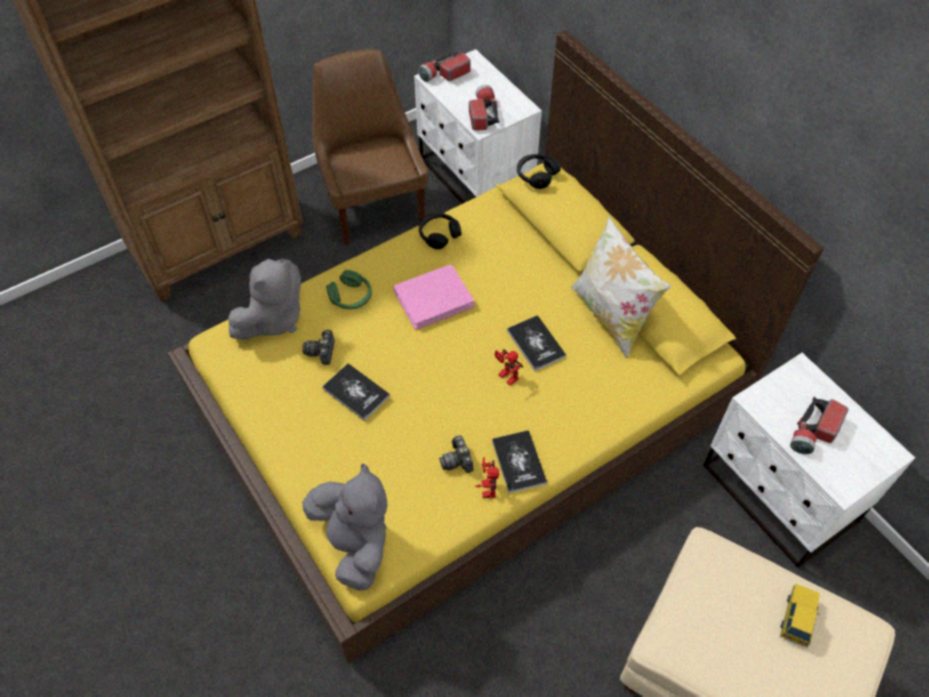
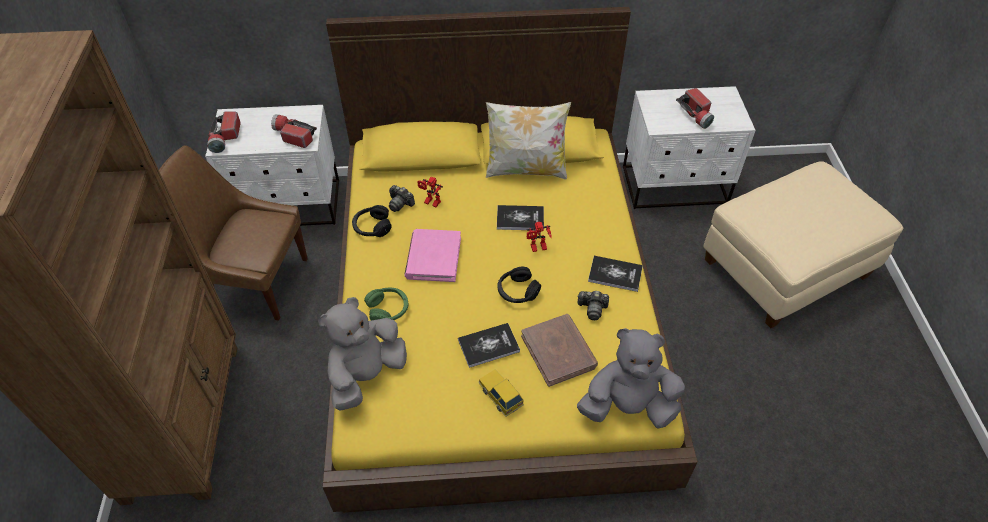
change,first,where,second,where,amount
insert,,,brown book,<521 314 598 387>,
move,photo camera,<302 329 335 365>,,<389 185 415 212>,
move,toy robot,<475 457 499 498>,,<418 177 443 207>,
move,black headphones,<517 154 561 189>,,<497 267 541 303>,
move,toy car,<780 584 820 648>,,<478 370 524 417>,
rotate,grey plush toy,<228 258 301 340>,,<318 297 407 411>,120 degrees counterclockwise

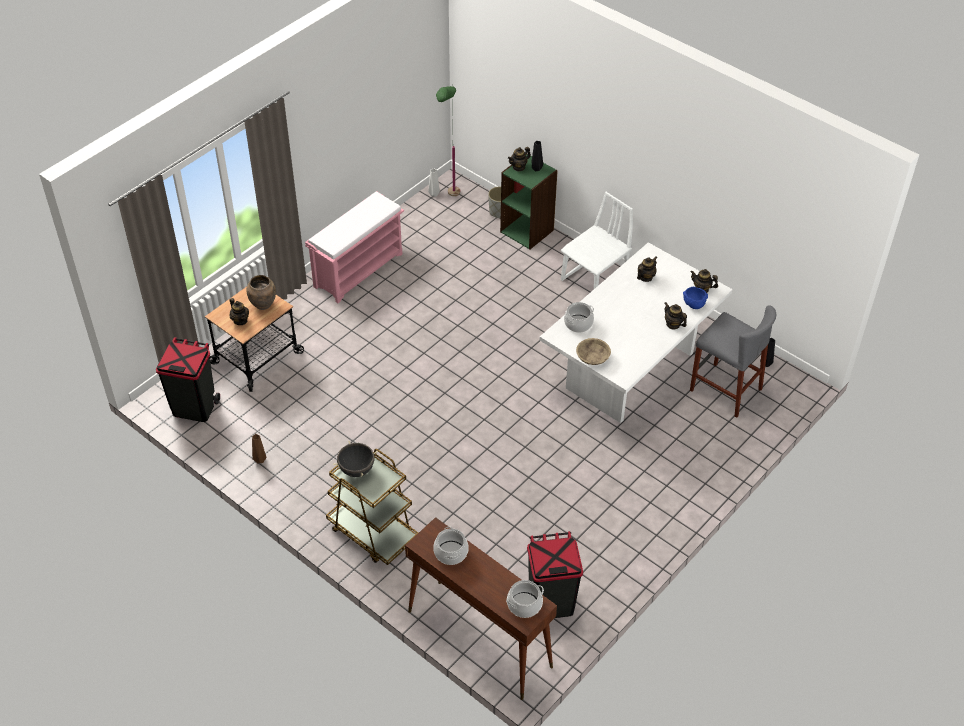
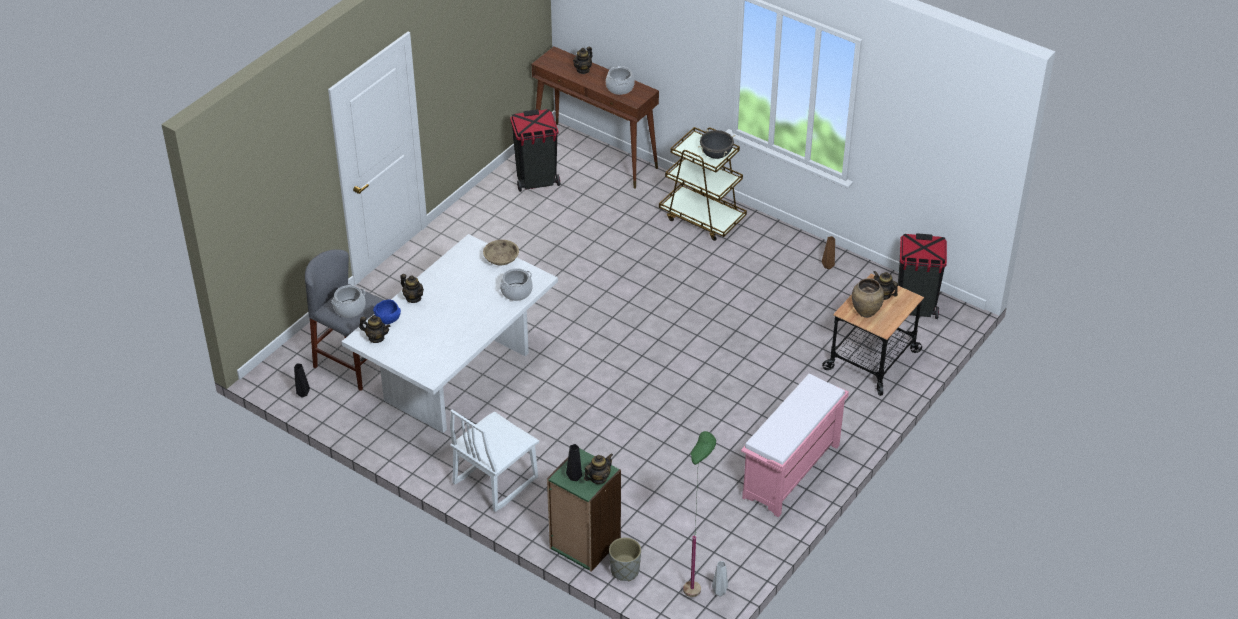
change,first,where,second,where,amount
move,cooking pot,<506 580 544 618>,,<331 285 366 318>,
move,teapot,<637 256 657 282>,,<573 47 593 74>,

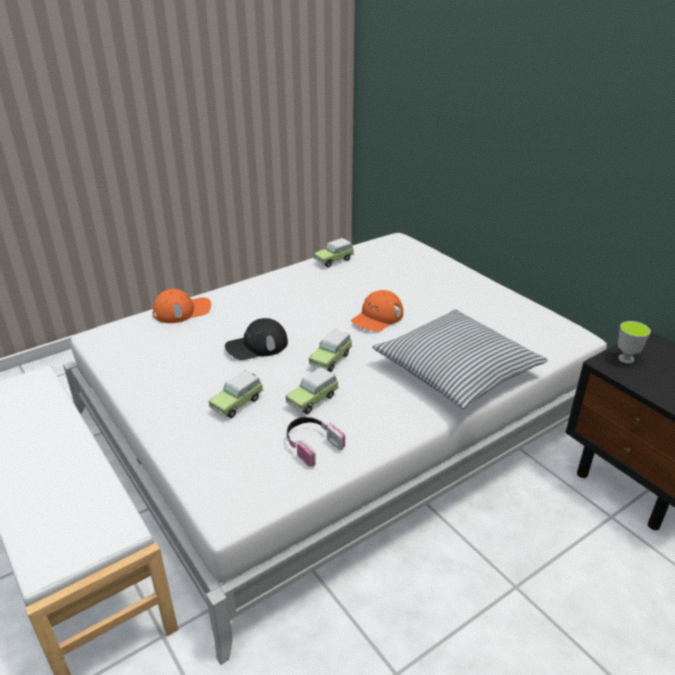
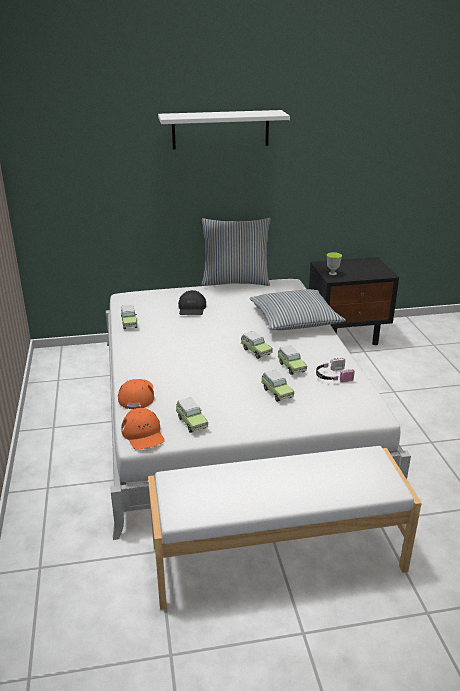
change,first,where,second,where,amount
insert,,,white shelf,<158 110 290 149>,
insert,,,toy car,<176 397 208 433>,
insert,,,pillow,<202 218 271 286>,
move,black cap,<225 318 288 360>,,<178 290 206 315>,
move,orange cap,<351 290 403 332>,,<121 408 165 450>,

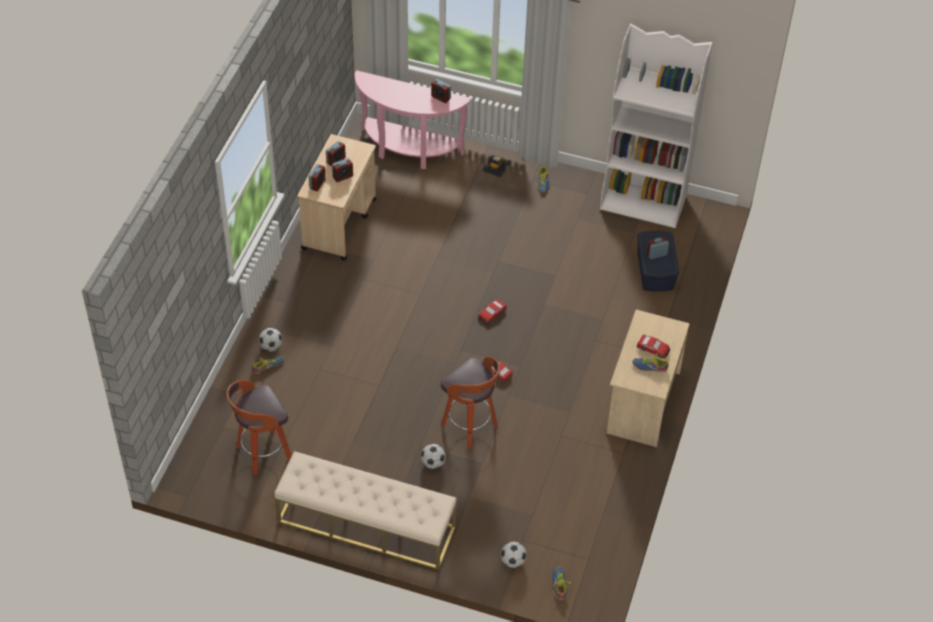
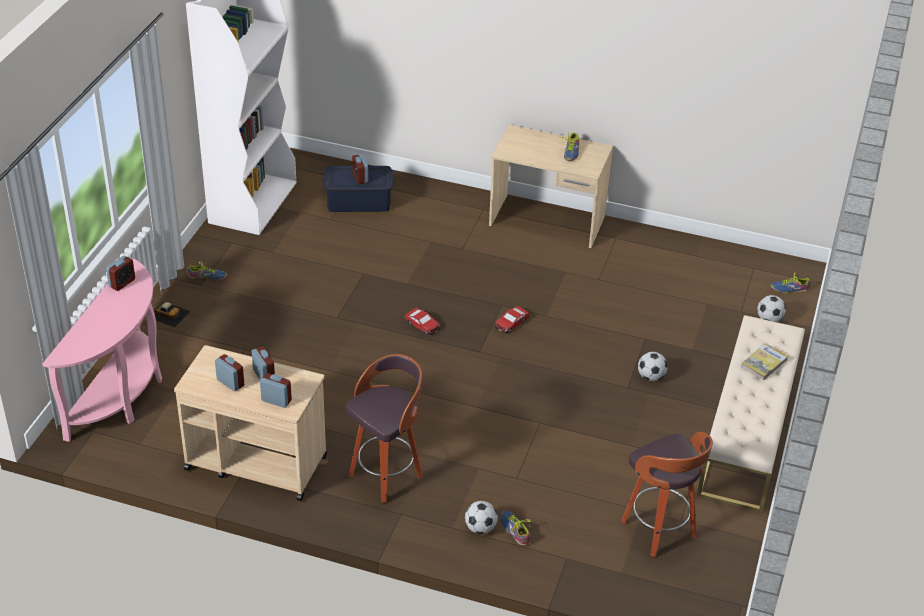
change,first,where,second,where,amount
delete,toy car,<637 334 670 358>,,,
insert,,,book,<741 343 788 380>,
move,stool,<441 357 500 449>,,<345 354 422 503>,

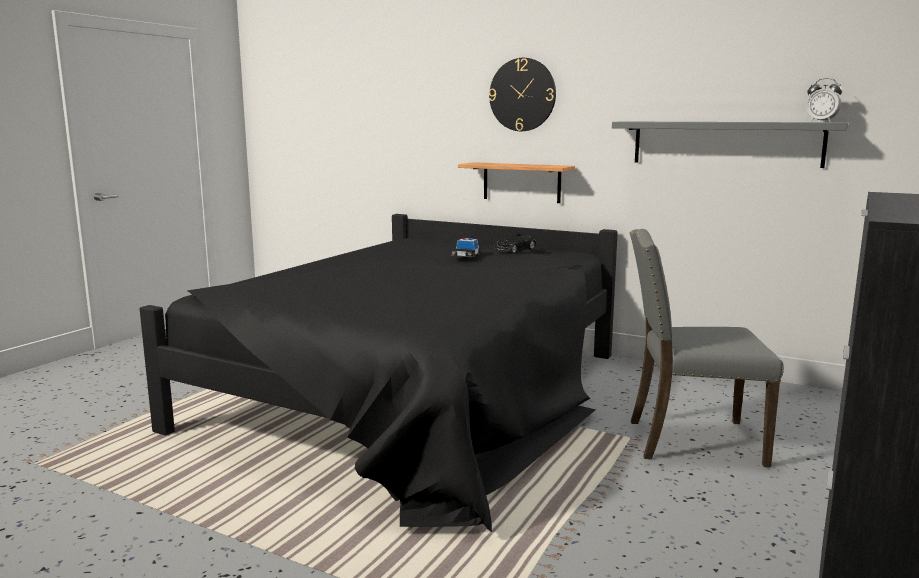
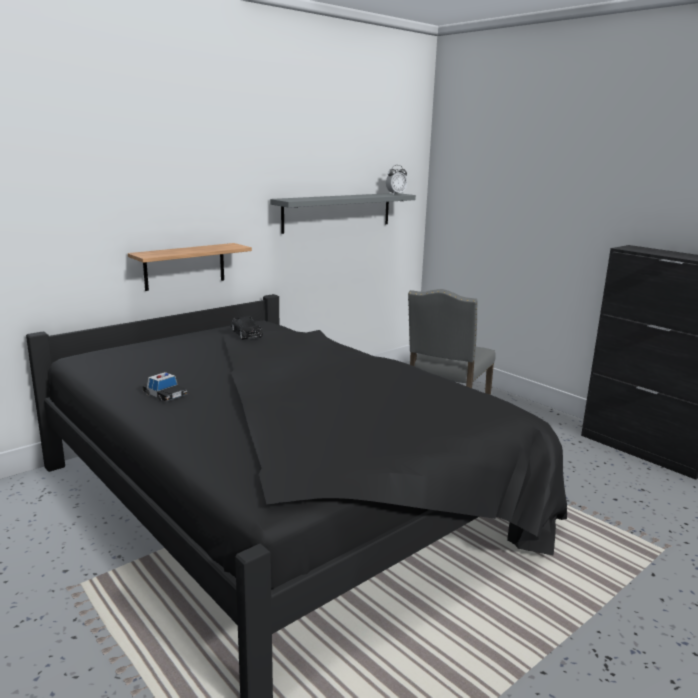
change,first,where,second,where,amount
delete,wall clock,<489 58 556 131>,,,
move,toy car,<451 238 482 257>,,<142 372 188 402>,

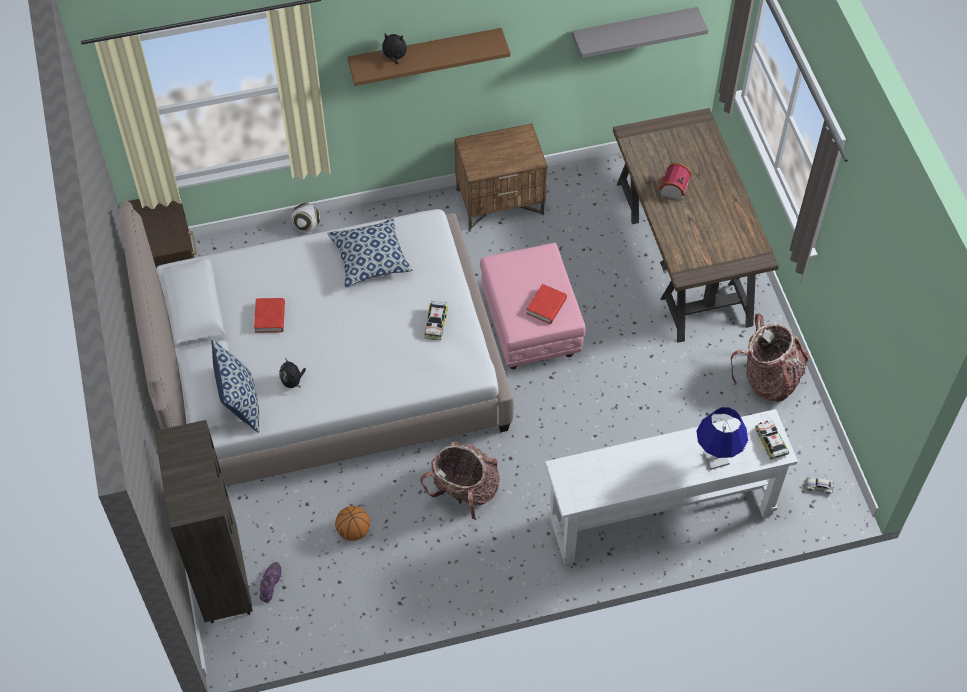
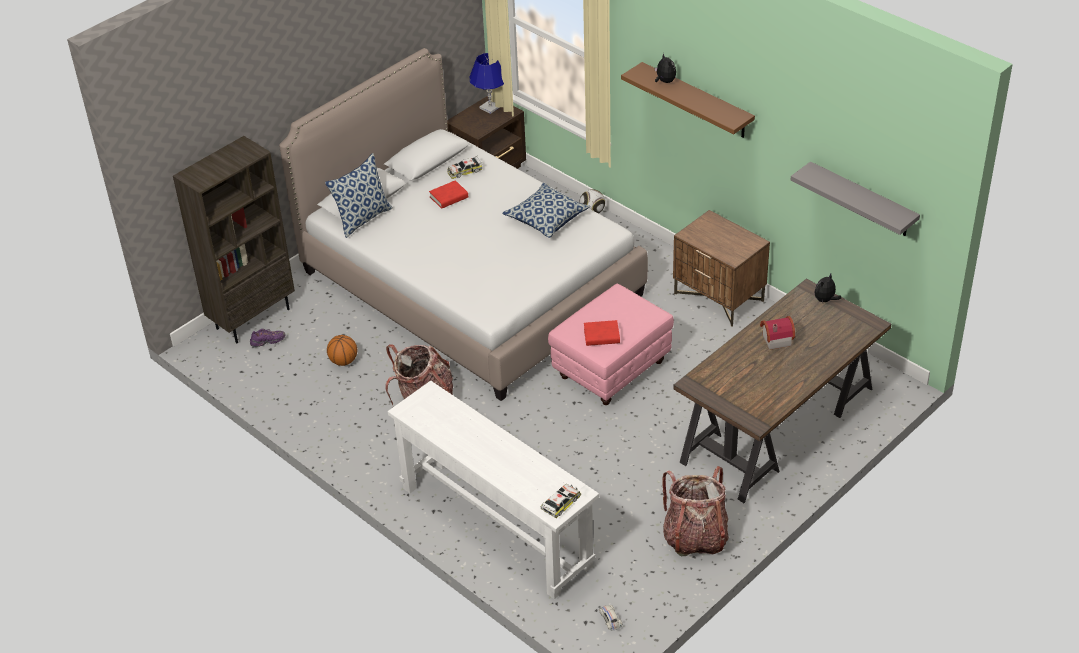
change,first,where,second,where,amount
move,plush toy,<279 358 306 388>,,<815 274 841 303>,
move,toy car,<424 301 448 340>,,<447 156 482 179>,
move,blue table lamp,<697 407 748 470>,,<470 53 504 114>,

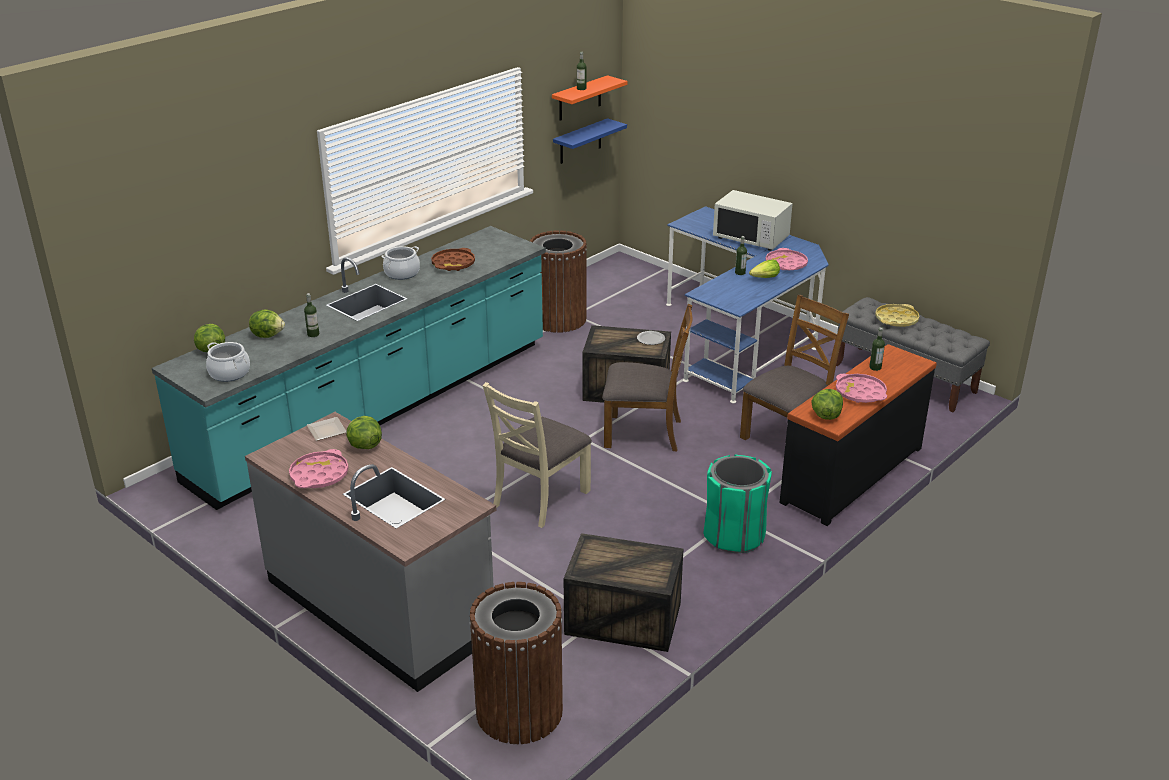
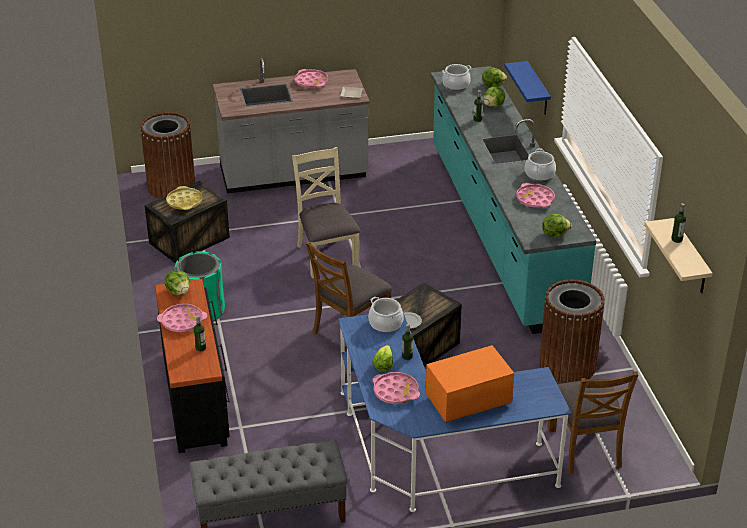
change,first,where,second,where,amount
insert,,,cooking pot,<368 297 404 333>,
move,lettuce,<346 416 382 449>,,<542 214 571 237>,
move,blue shelf,<553 118 627 164>,,<504 61 551 115>,
move,brown chair,<740 295 849 440>,,<548 371 638 475>,
move,yellow tray,<875 304 919 327>,,<166 186 203 210>,
recolor,brown tray,<431 248 475 271>,pink tray,<516 183 555 208>,
recolor,orange shelf,<552 75 627 121>,beige shelf,<644 218 713 293>,
recolor,white microwave,<713 190 793 251>,orange microwave,<426 345 514 422>,

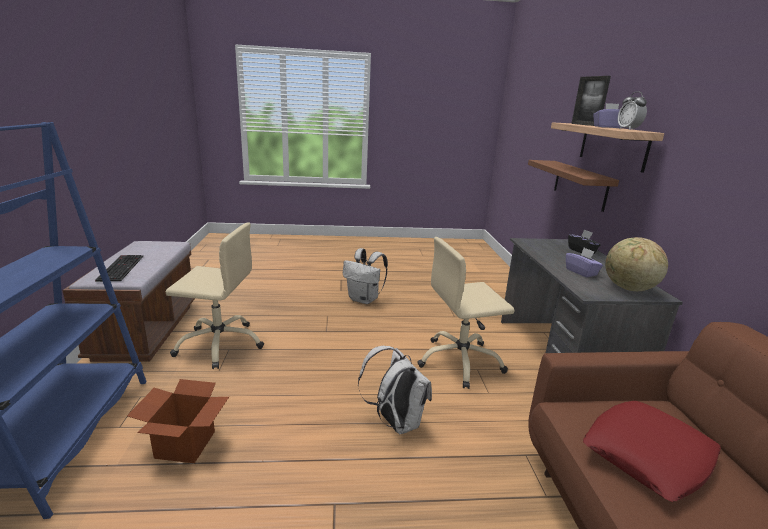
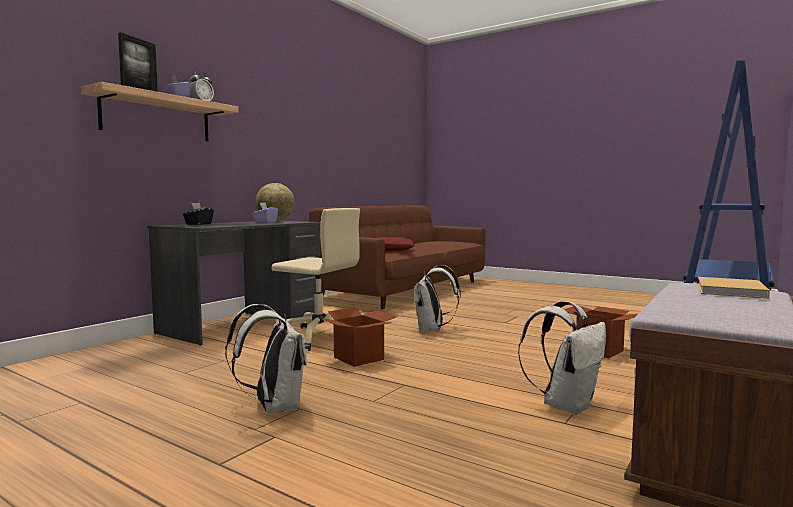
change,first,where,second,where,amount
delete,brown shelf,<528 160 619 212>,,,
insert,,,cardboard box,<319 307 397 367>,
replace,keyboard,<95 255 143 282>,beige book,<698 277 770 299>,
replace,beige office chair,<166 222 264 369>,white backpack,<518 301 606 415>,

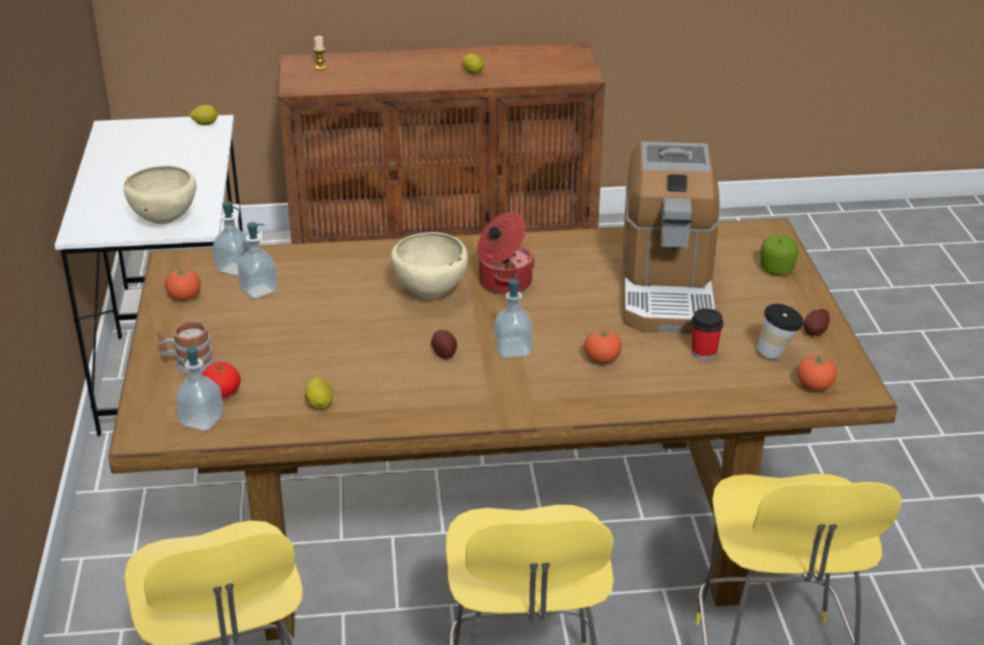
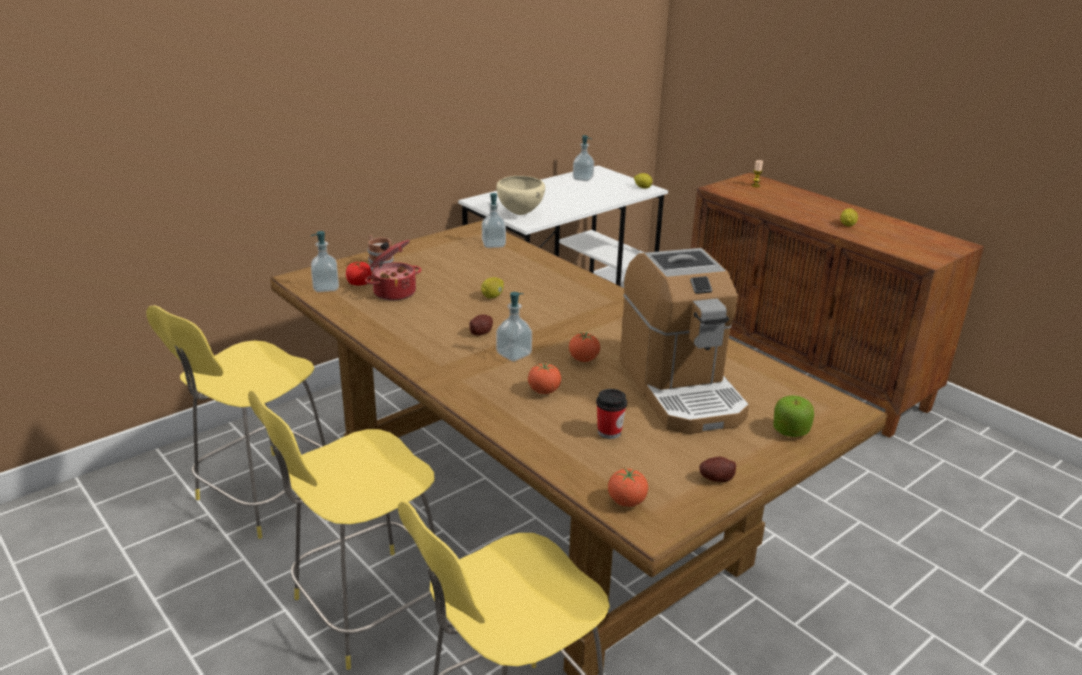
change,first,where,second,where,amount
delete,beige bowl,<391 232 468 299>,,,
delete,cup,<757 304 804 359>,,,
move,tomato,<165 268 201 301>,,<569 332 600 362>,
move,soap dispenser,<237 222 278 299>,,<573 135 594 181>,
move,lemon,<305 377 333 409>,,<481 277 504 298>,
move,cooking pot,<477 212 535 294>,,<365 240 422 301>,
rotate,coffee machine,<623 141 720 334>,,<620 248 749 434>,75 degrees counterclockwise

